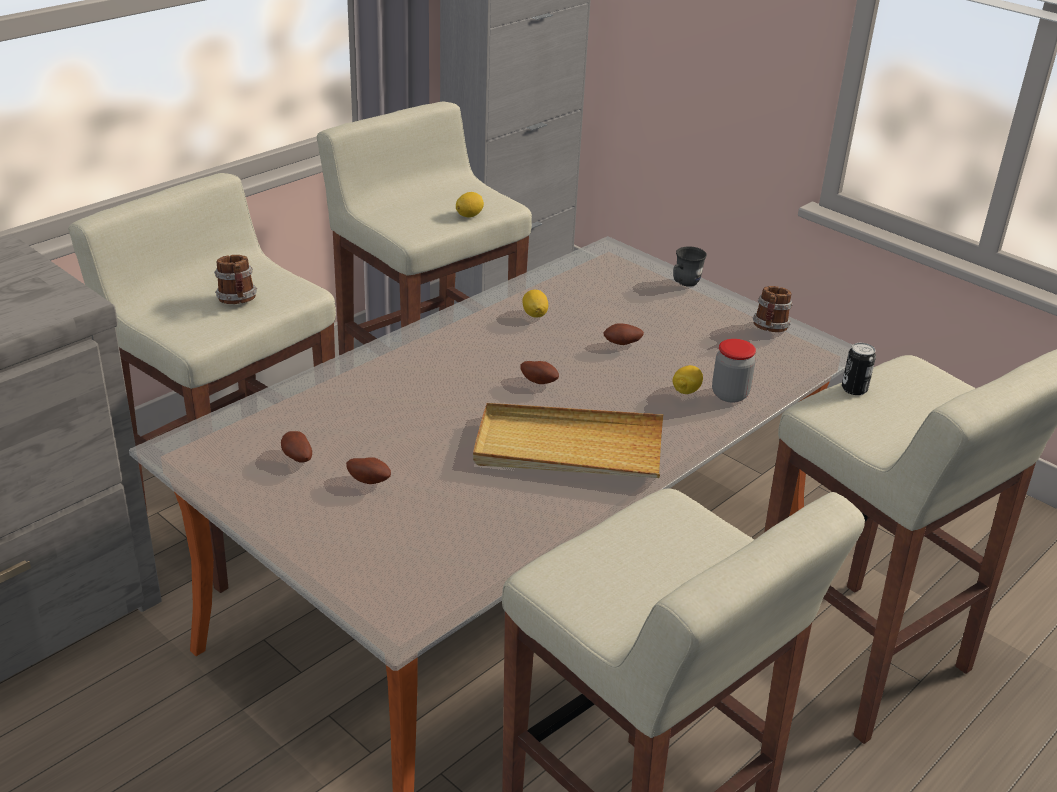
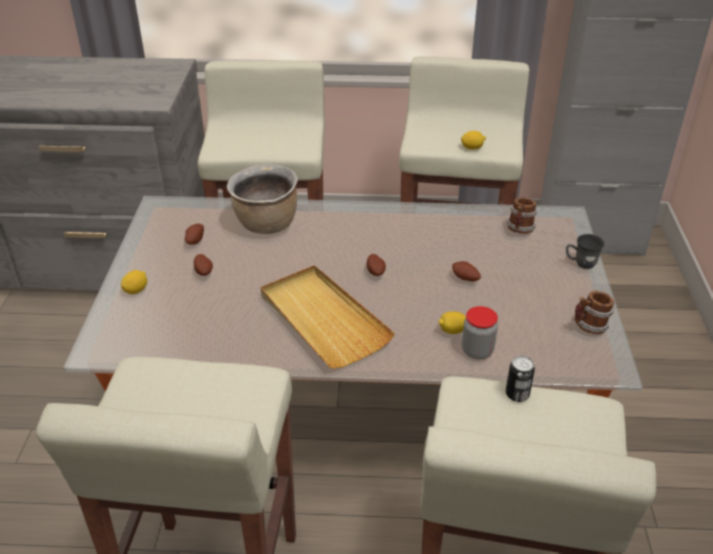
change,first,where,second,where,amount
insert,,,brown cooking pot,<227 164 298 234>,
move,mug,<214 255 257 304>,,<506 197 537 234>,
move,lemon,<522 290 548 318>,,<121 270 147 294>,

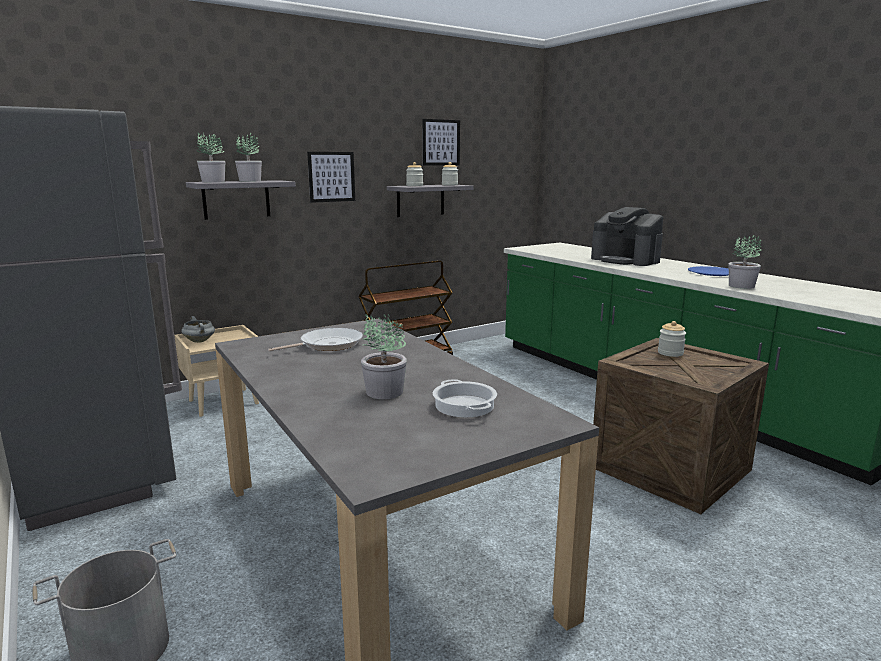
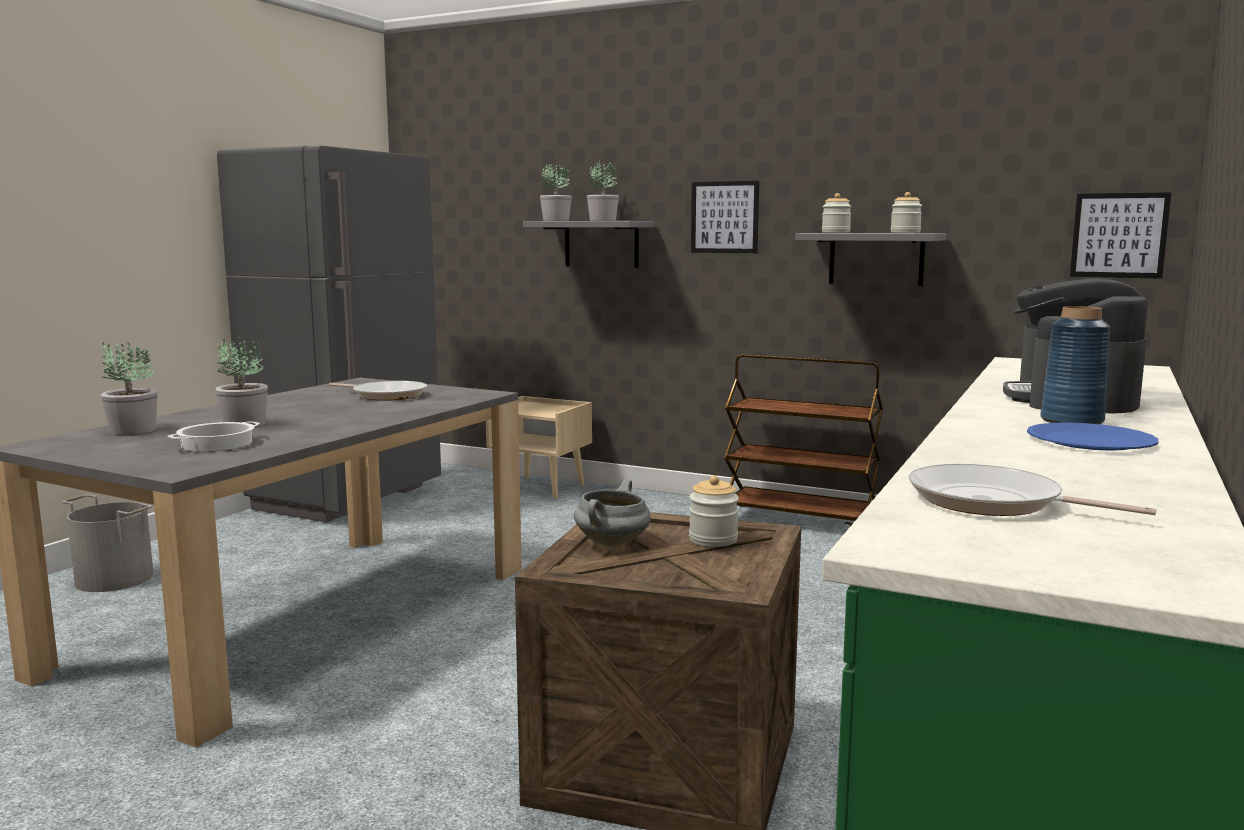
change,first,where,second,where,amount
insert,,,frying pan,<908 464 1156 516>,
insert,,,blue vase,<1040 306 1110 424>,
move,grey cooking pot,<182 316 215 343>,,<574 479 651 547>,
move,picture,<422 119 460 166>,,<1070 192 1171 279>,
move,potted plant,<729 235 761 289>,,<101 341 158 435>,

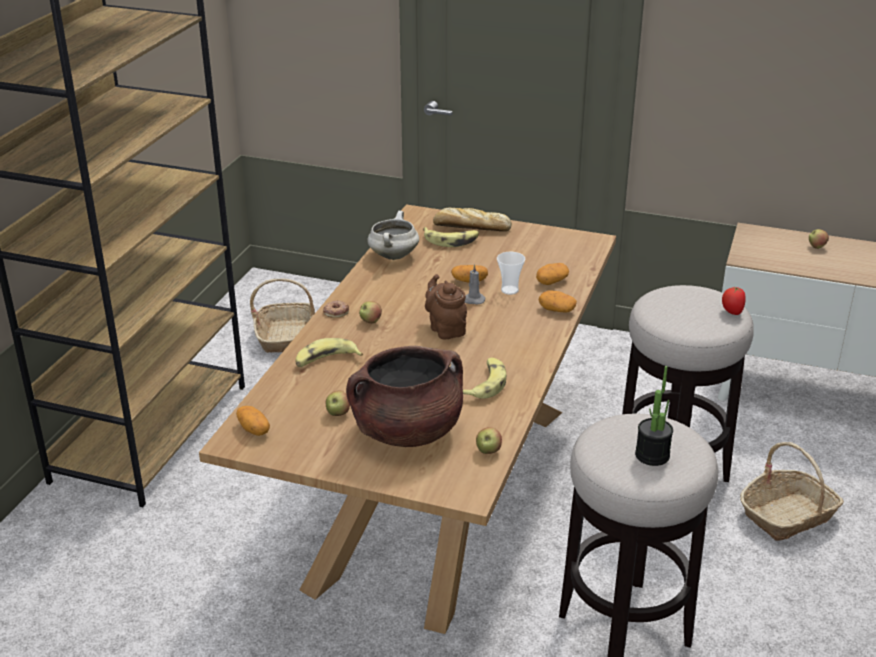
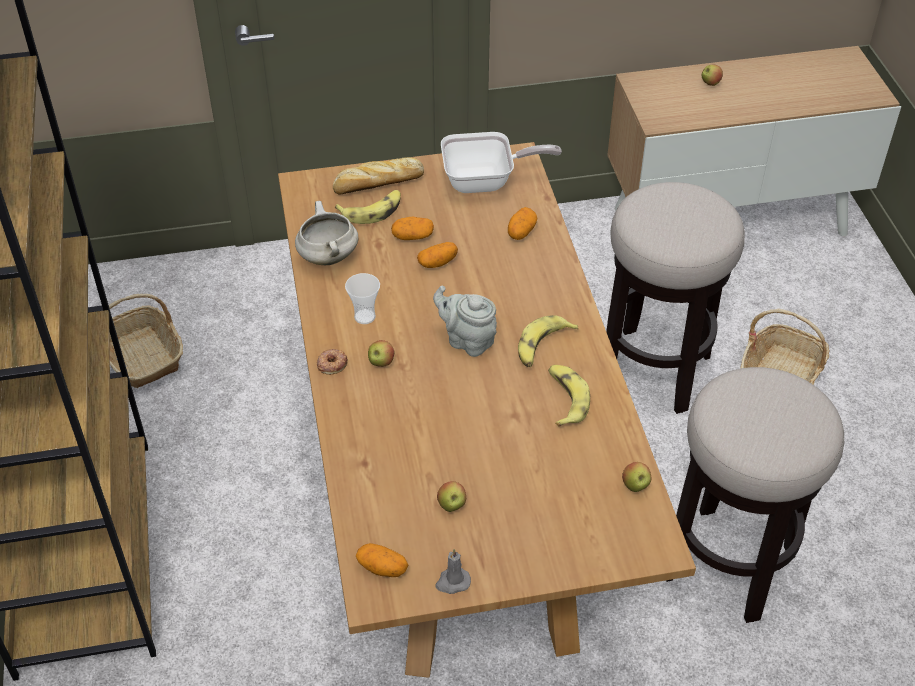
change,first,where,second,where,amount
delete,brown cooking pot,<346 346 463 447>,,,
delete,potted plant,<635 366 673 466>,,,
delete,tomato,<722 287 746 315>,,,
insert,,,frying pan,<441 132 562 193>,
move,banana,<296 338 363 367>,,<518 315 579 367>,
move,grey candle,<465 264 485 305>,,<435 549 471 594>,
move,cup,<497 252 525 295>,,<345 273 380 324>,
move,potato,<538 290 577 312>,,<391 217 434 240>,
recolor,brown teapot,<425 274 467 339>,grey teapot,<433 285 497 357>,

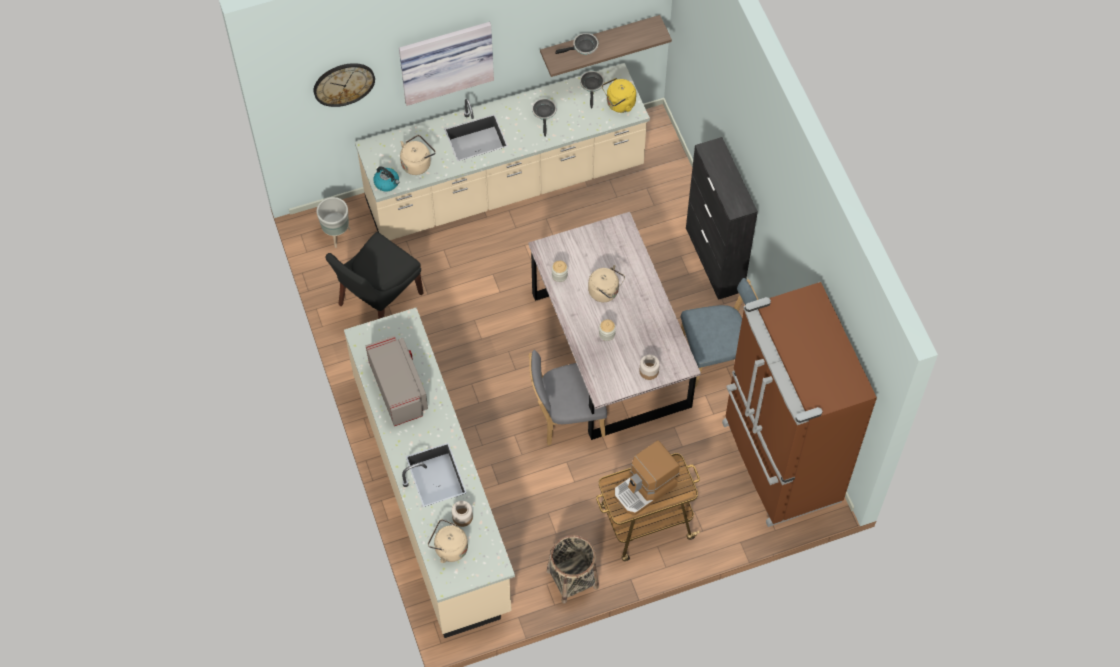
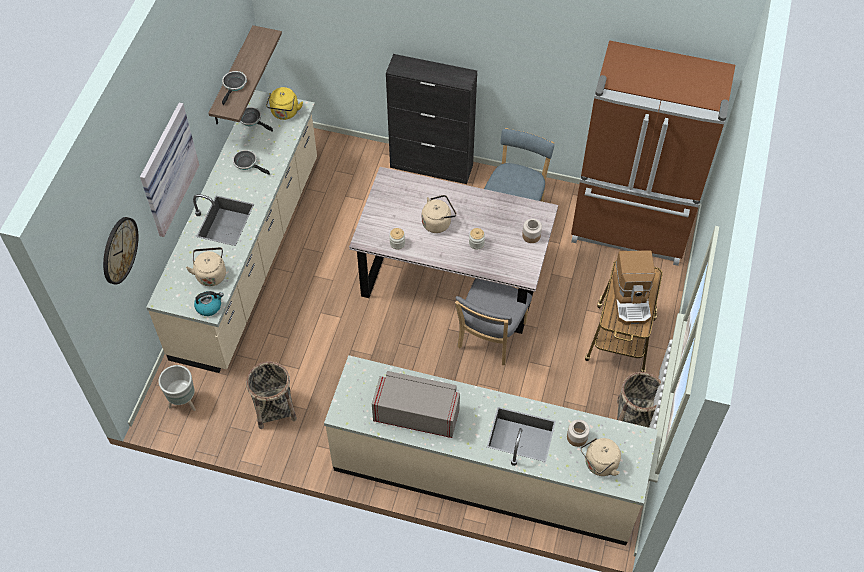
change,first,where,second,where,amount
replace,black chair,<325 232 423 319>,basket,<246 361 297 429>,

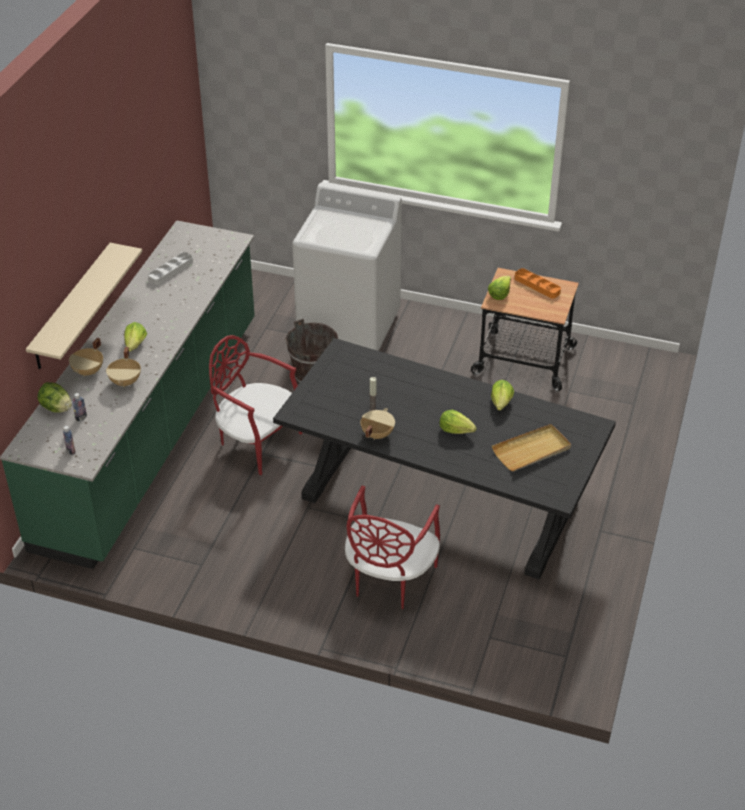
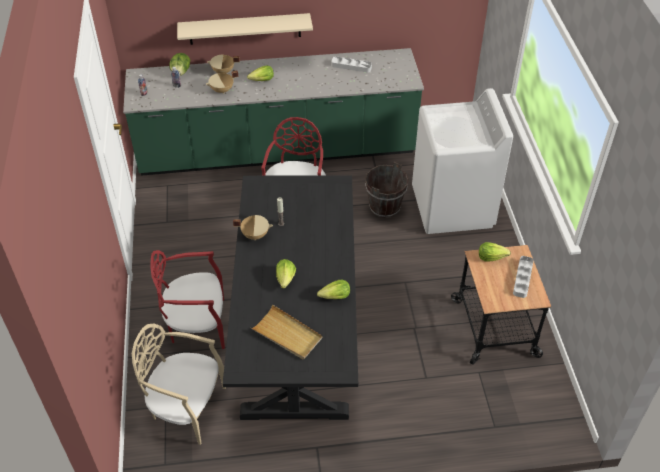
change,first,where,second,where,amount
insert,,,beige chair,<132 324 226 445>,
recolor,orange tray,<515 268 561 298>,grey tray,<513 256 534 298>,

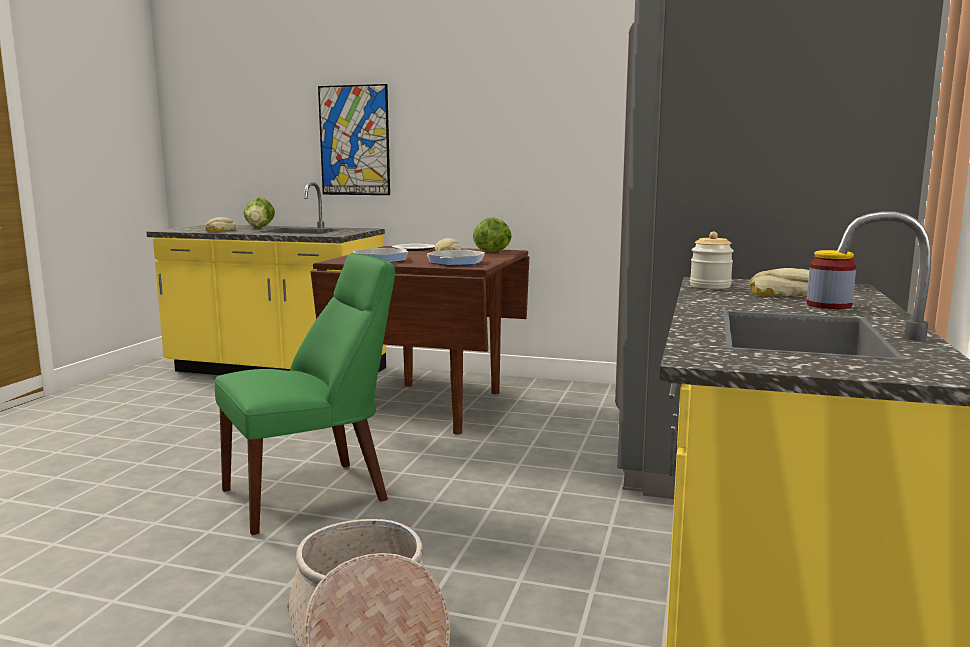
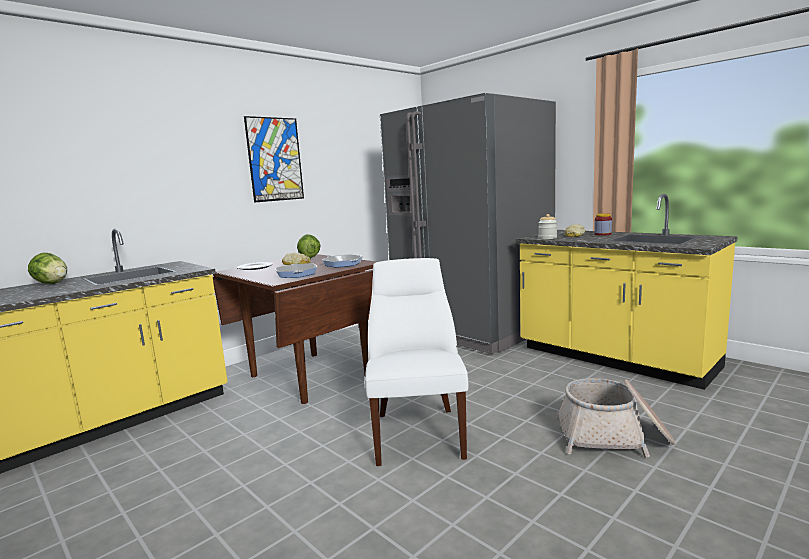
change,first,where,second,where,amount
delete,bread,<205 217 236 232>,,,
move,picture,<318 84 390 195>,,<244 116 304 203>,
recolor,green chair,<214 254 395 535>,white chair,<365 258 469 466>,

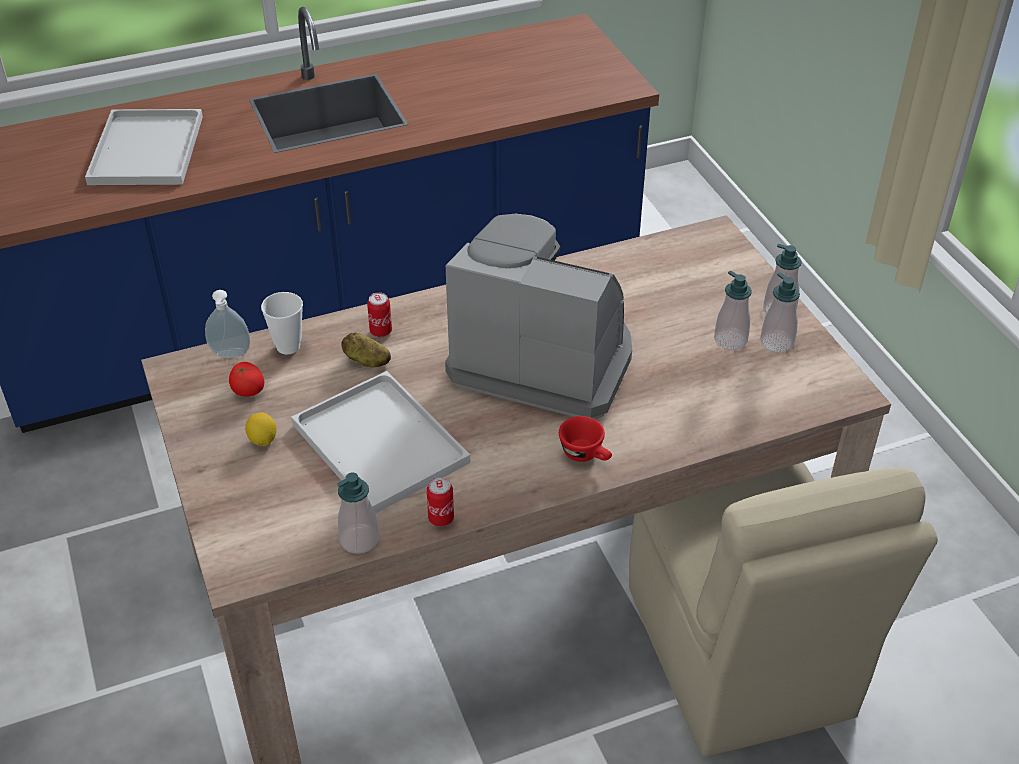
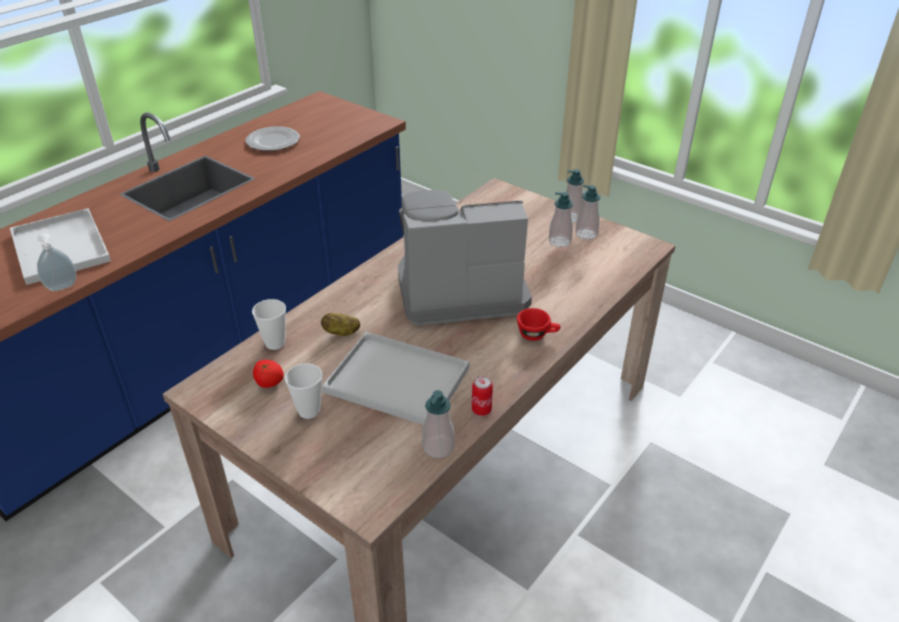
change,first,where,second,where,amount
delete,can,<367 292 392 337>,,,
delete,beige chair,<629 462 938 756>,,,
insert,,,plate,<246 126 300 151>,
move,soap dispenser,<205 290 250 358>,,<37 234 77 291>,
replace,lemon,<245 412 276 446>,cup,<285 363 322 419>,

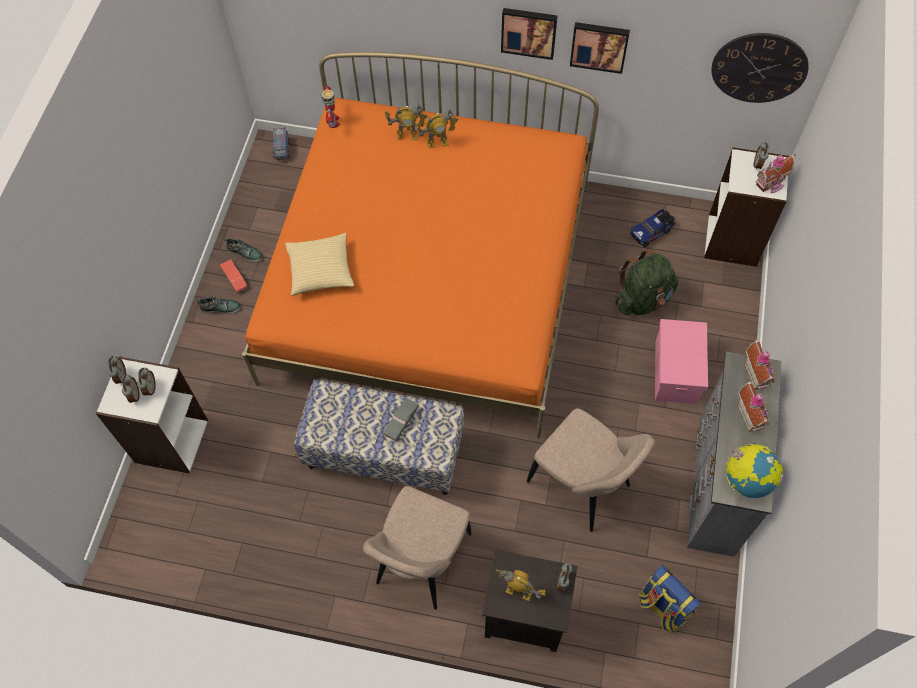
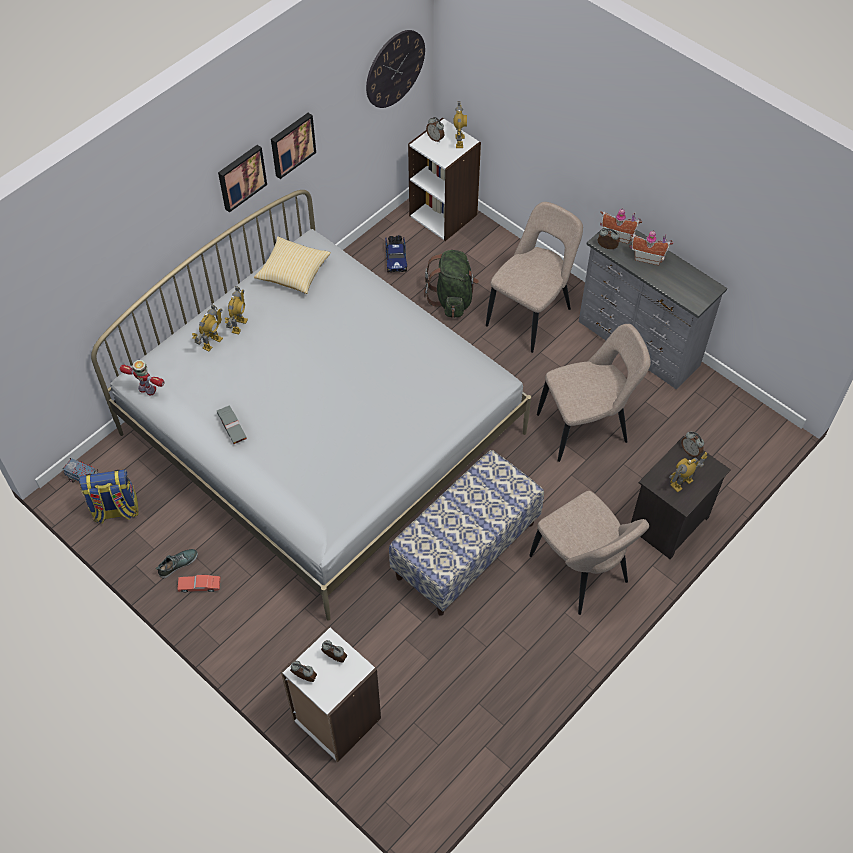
change,first,where,second,where,amount
delete,shoe,<197 296 241 314>,,,
delete,globe,<726 444 783 498>,,,
move,alarm clock,<121 375 140 403>,,<598 228 620 249>,
move,pillow,<285 233 354 296>,,<254 236 331 294>,
move,grey toy car,<383 398 419 441>,,<217 405 247 444>,
move,backpack,<639 565 701 633>,,<79 469 139 524>,
replace,pink storage box,<655 319 708 404>,beige chair,<486 202 583 353>,
replace,toy house,<756 154 796 193>,toy robot,<453 101 467 148>,
recolor,orange bed,<242 52 599 438>,white bed,<91 190 531 621>,

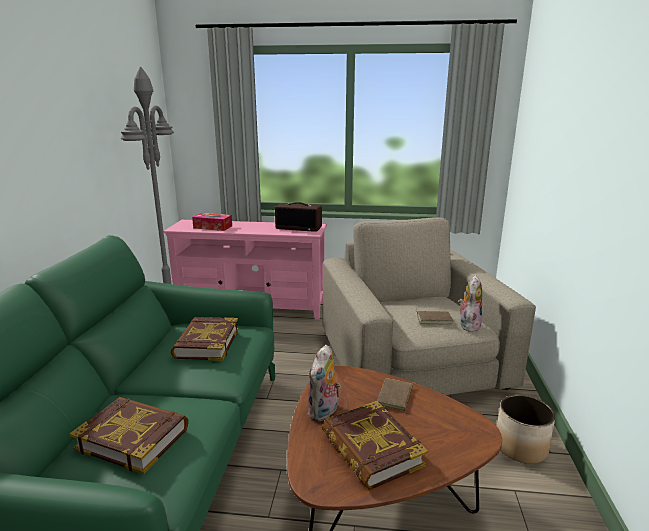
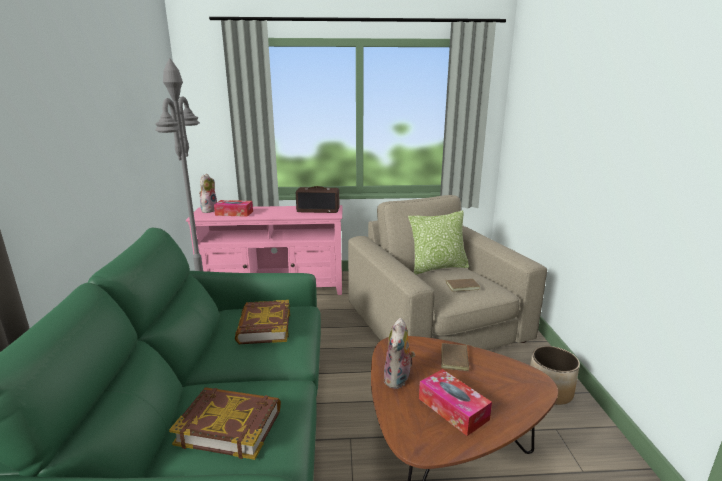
change,first,where,second,where,amount
insert,,,pillow,<408 211 469 275>,
move,plush toy,<459 276 482 332>,,<199 174 217 213>,
replace,book,<322 401 428 490>,tissue box,<419 369 492 436>,

